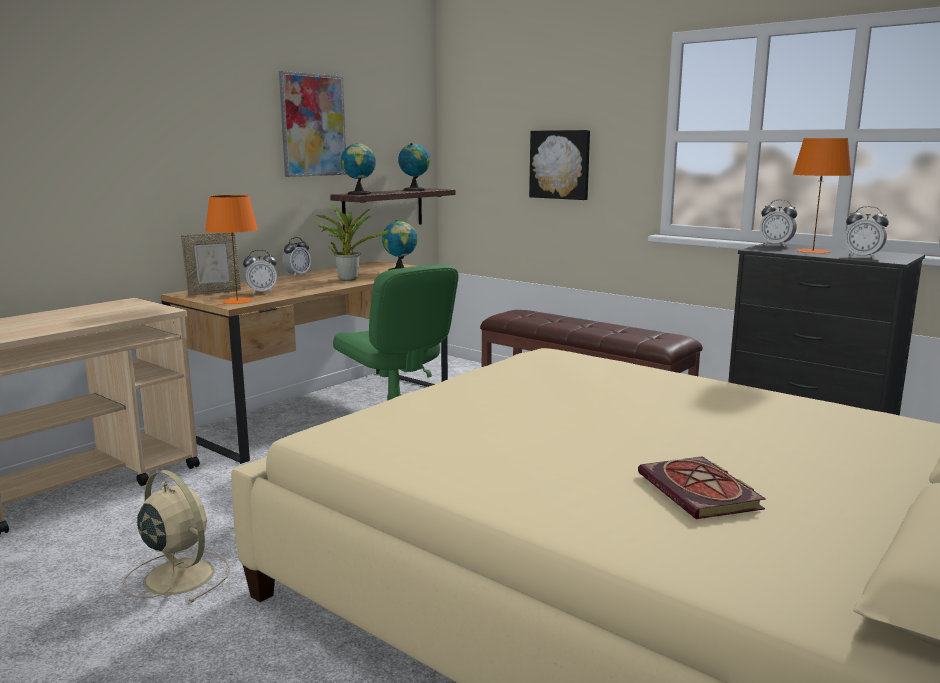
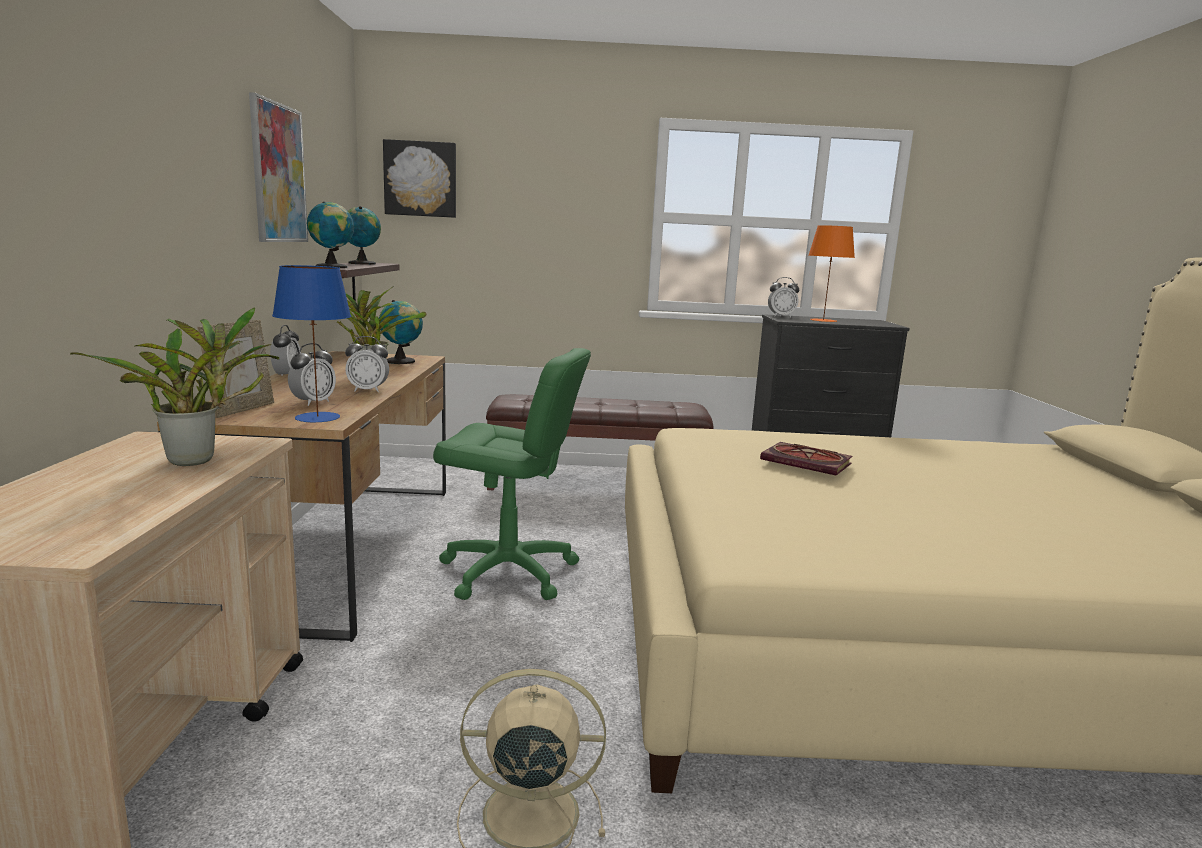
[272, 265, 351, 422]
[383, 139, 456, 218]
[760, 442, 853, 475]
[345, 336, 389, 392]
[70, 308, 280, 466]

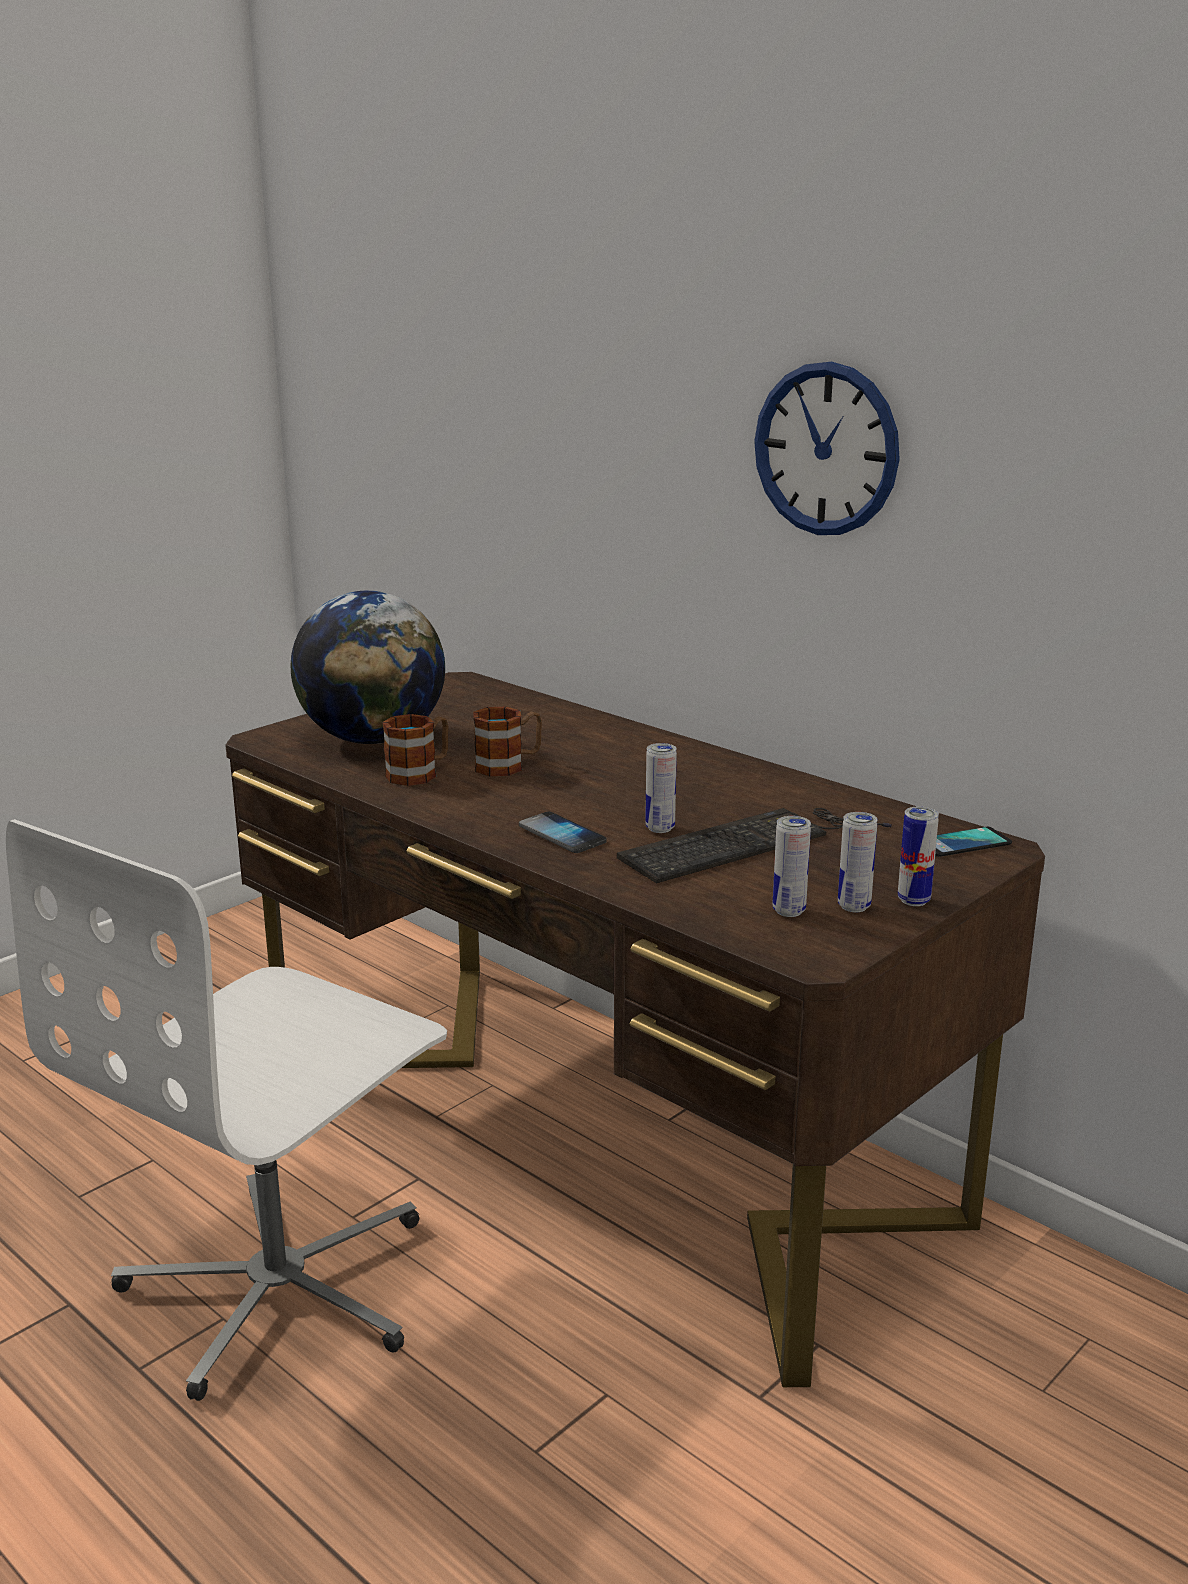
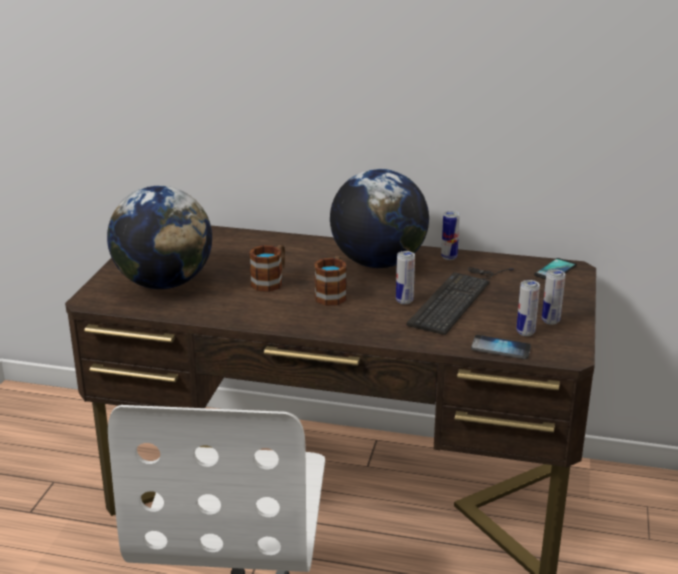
[314, 256, 347, 306]
[471, 335, 531, 359]
[754, 362, 900, 535] (first image)
[441, 211, 460, 260]
[330, 169, 429, 268]

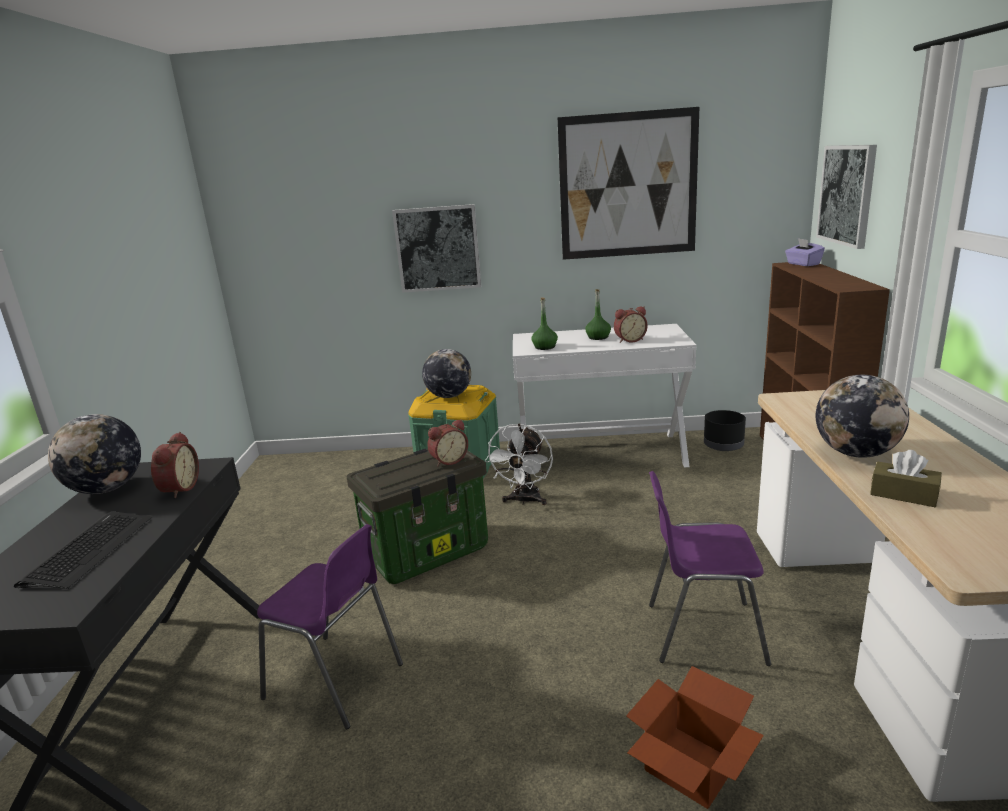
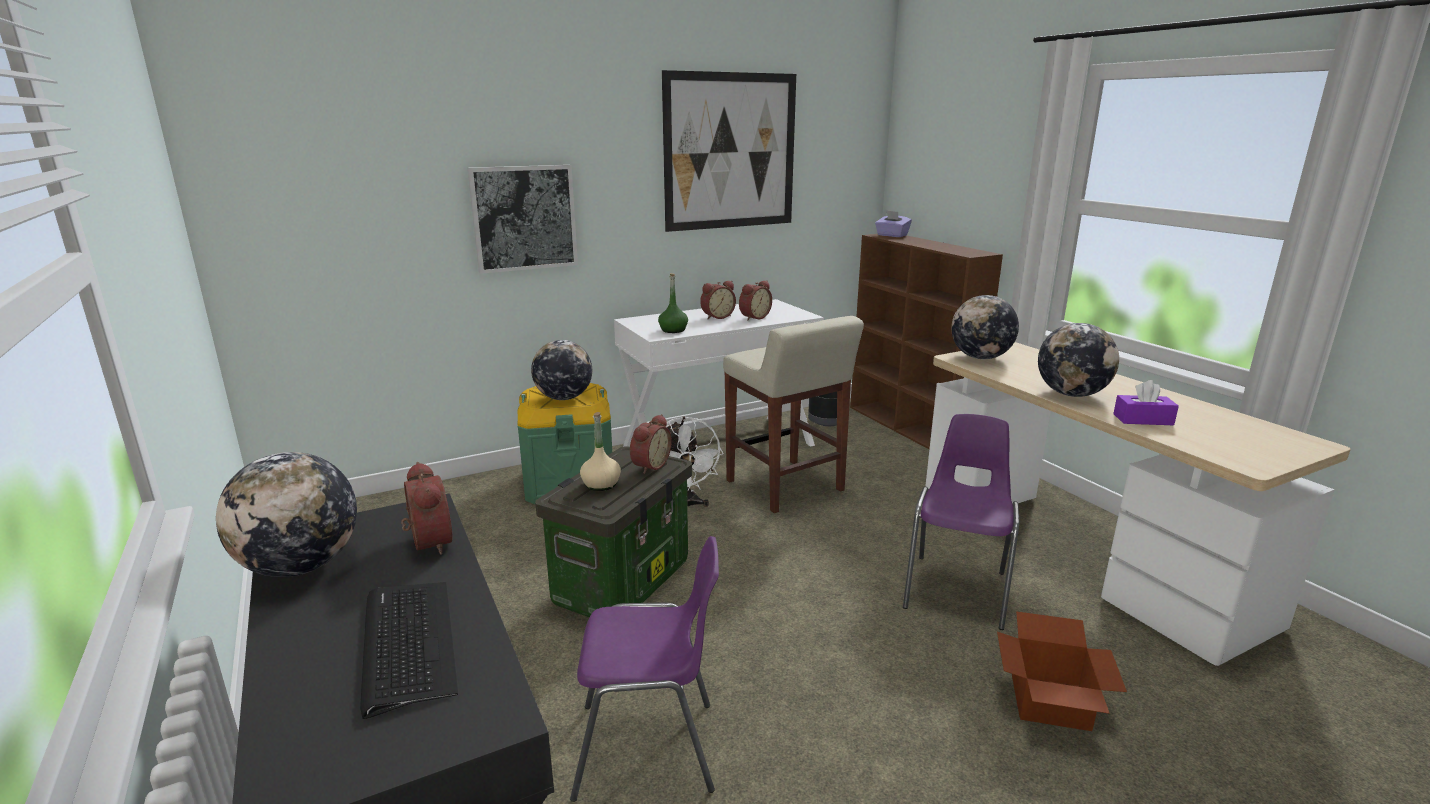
[700, 281, 736, 319]
[903, 414, 1019, 630]
[816, 145, 877, 249] (first image)
[1113, 380, 1179, 425]
[580, 412, 621, 491]
[723, 316, 864, 513]
[951, 295, 1019, 359]

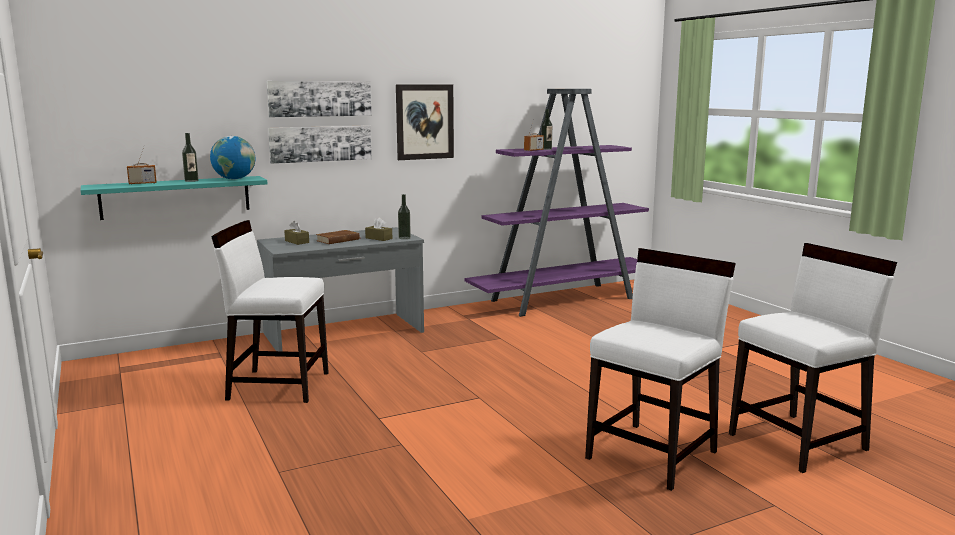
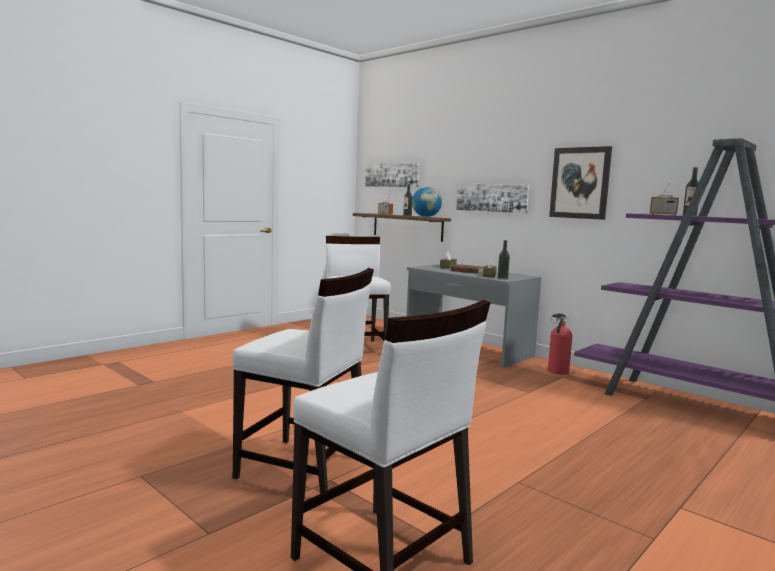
[353, 213, 451, 242]
[365, 162, 420, 187]
[548, 314, 573, 375]

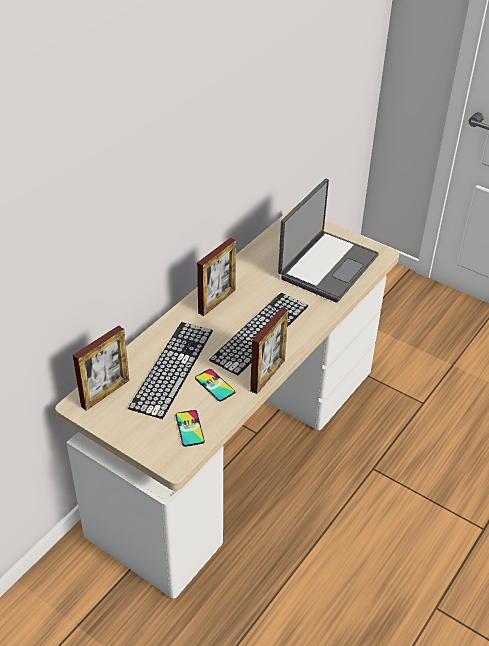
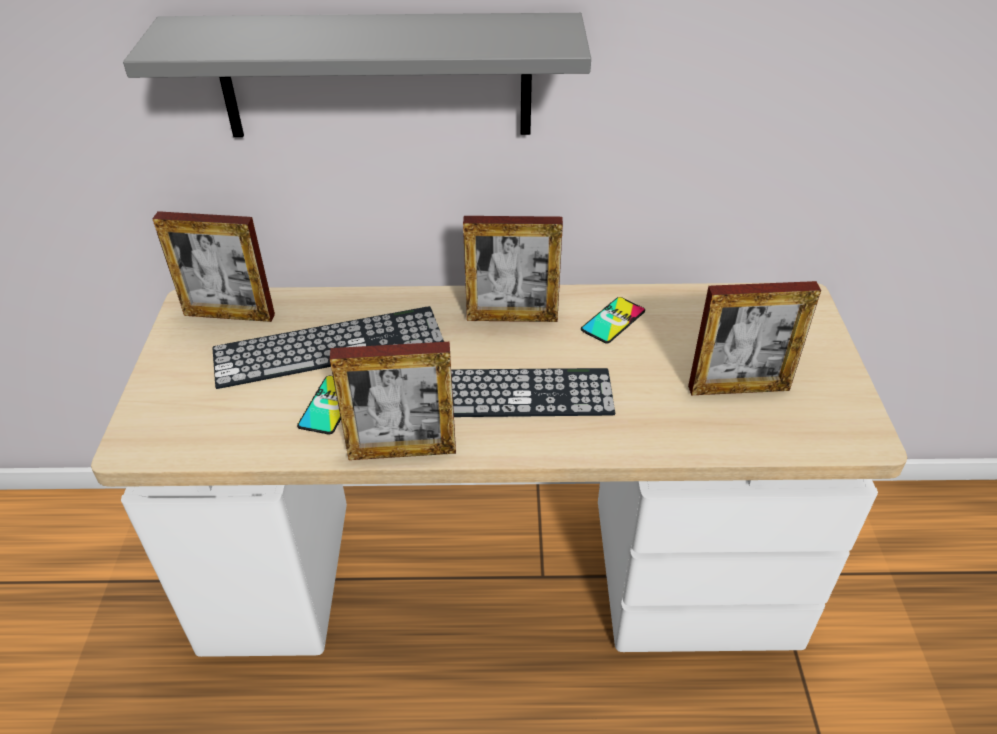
[581, 297, 645, 343]
[688, 281, 821, 395]
[123, 13, 591, 137]

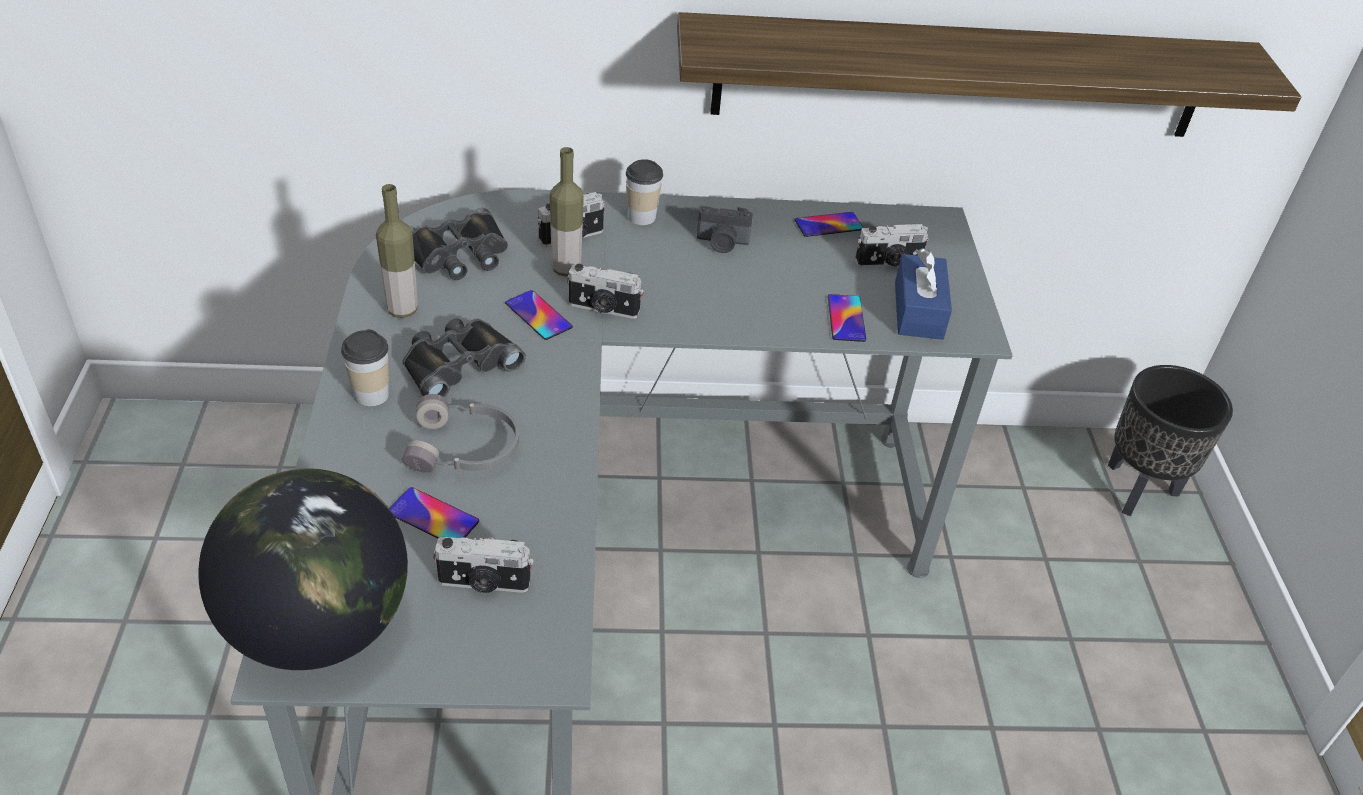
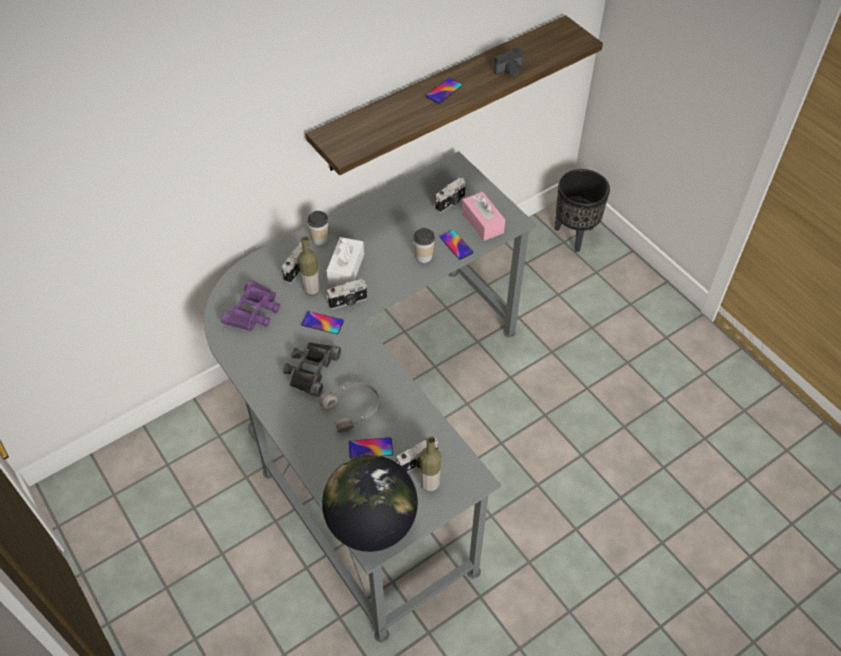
[413, 228, 435, 263]
[420, 436, 441, 492]
[221, 279, 280, 331]
[494, 47, 523, 77]
[426, 78, 462, 104]
[462, 192, 505, 241]
[326, 237, 364, 286]

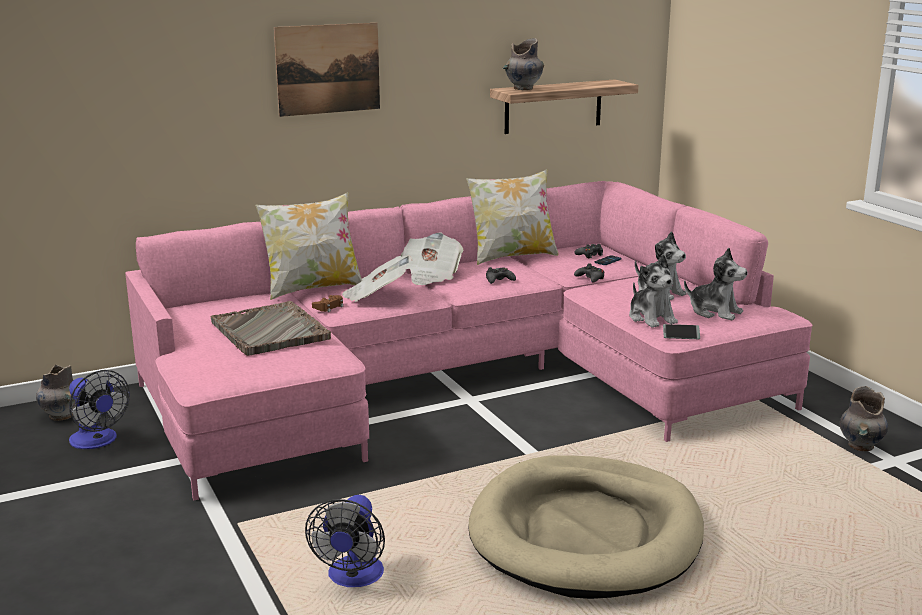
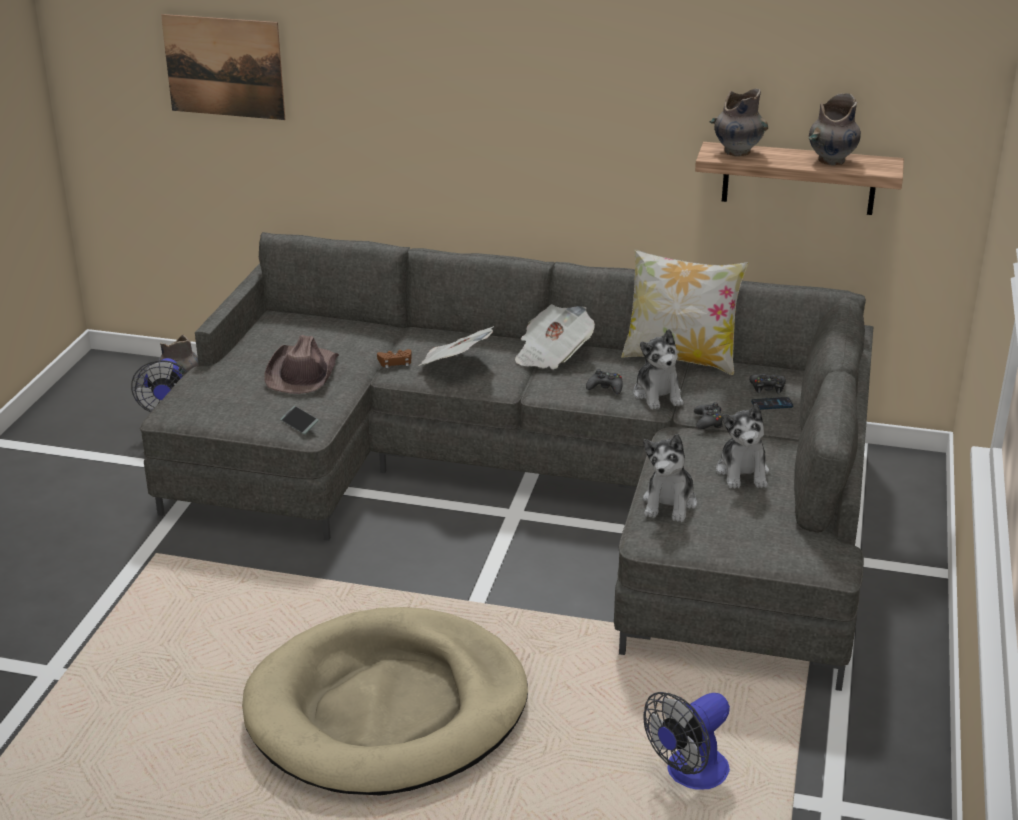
[140, 232, 873, 691]
[264, 335, 339, 394]
[255, 192, 362, 300] (first image)
[161, 14, 285, 120]
[643, 692, 730, 790]
[280, 406, 319, 434]
[633, 329, 684, 410]
[808, 93, 861, 165]

